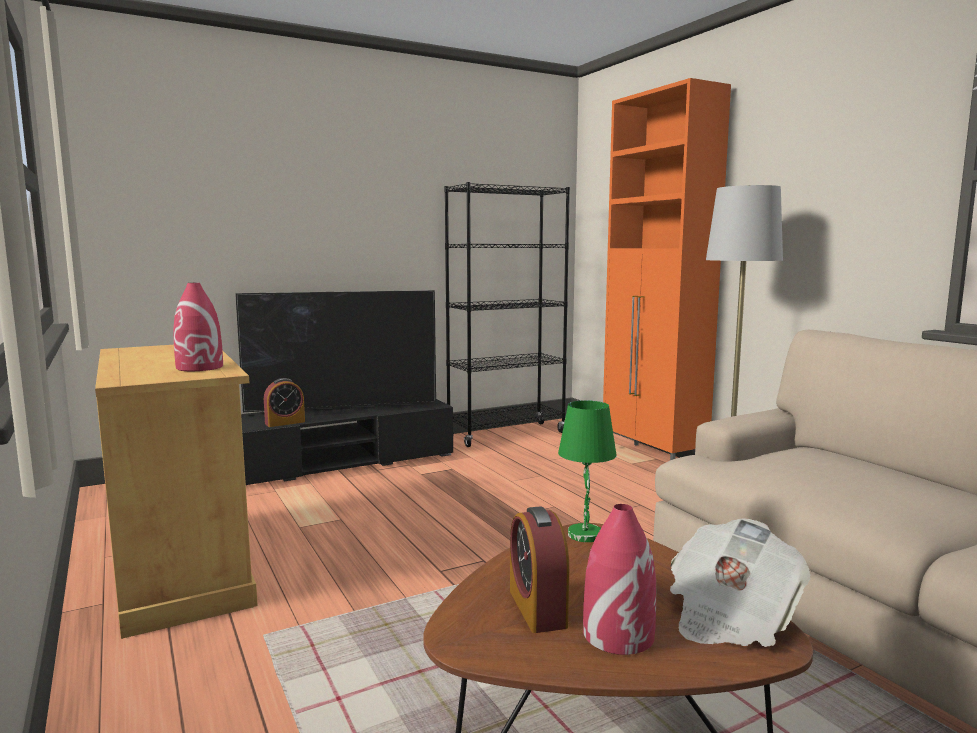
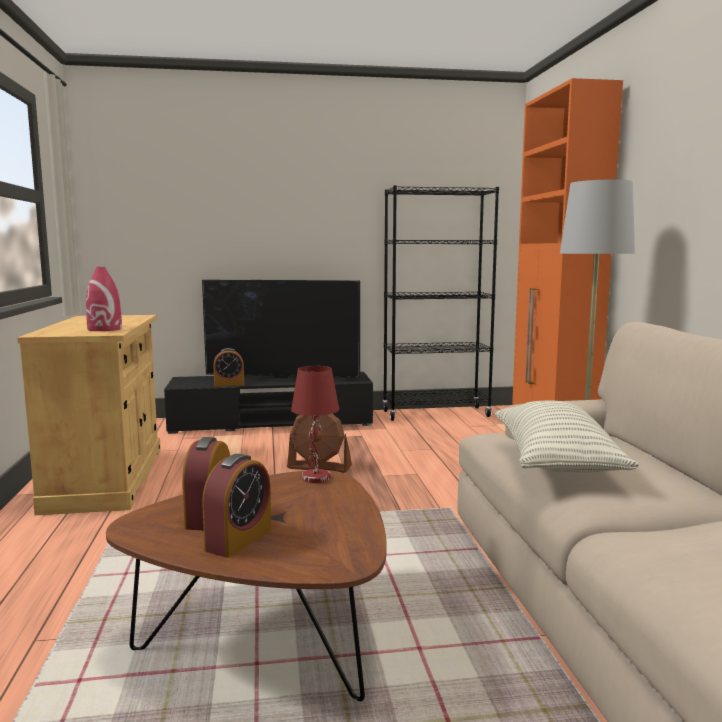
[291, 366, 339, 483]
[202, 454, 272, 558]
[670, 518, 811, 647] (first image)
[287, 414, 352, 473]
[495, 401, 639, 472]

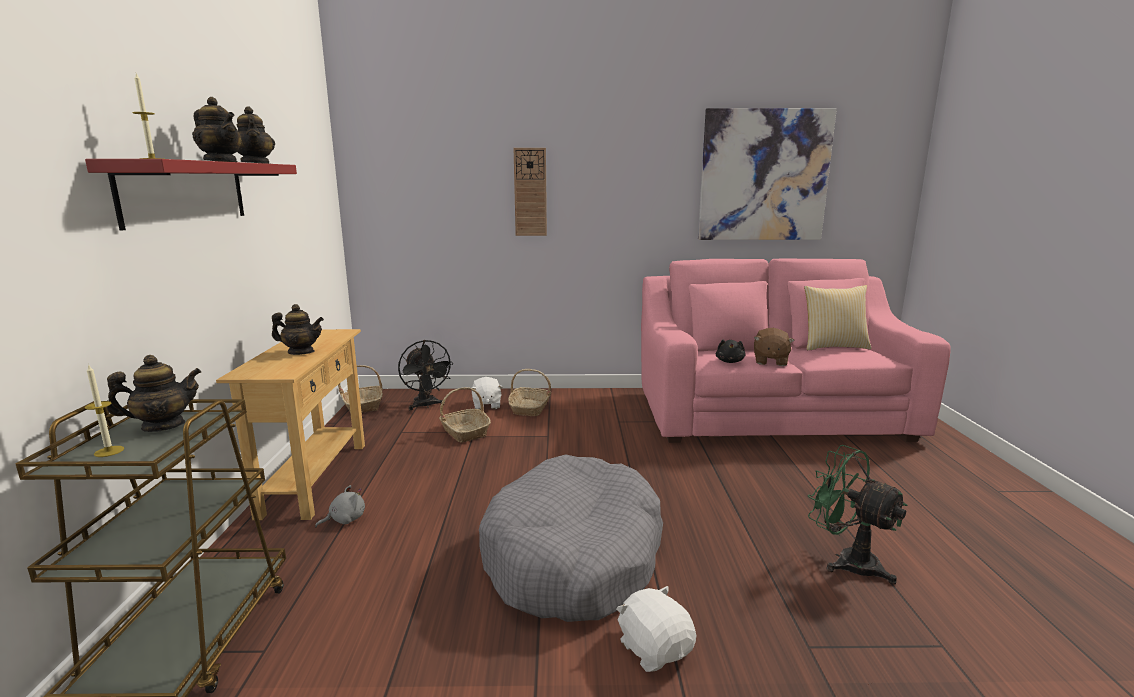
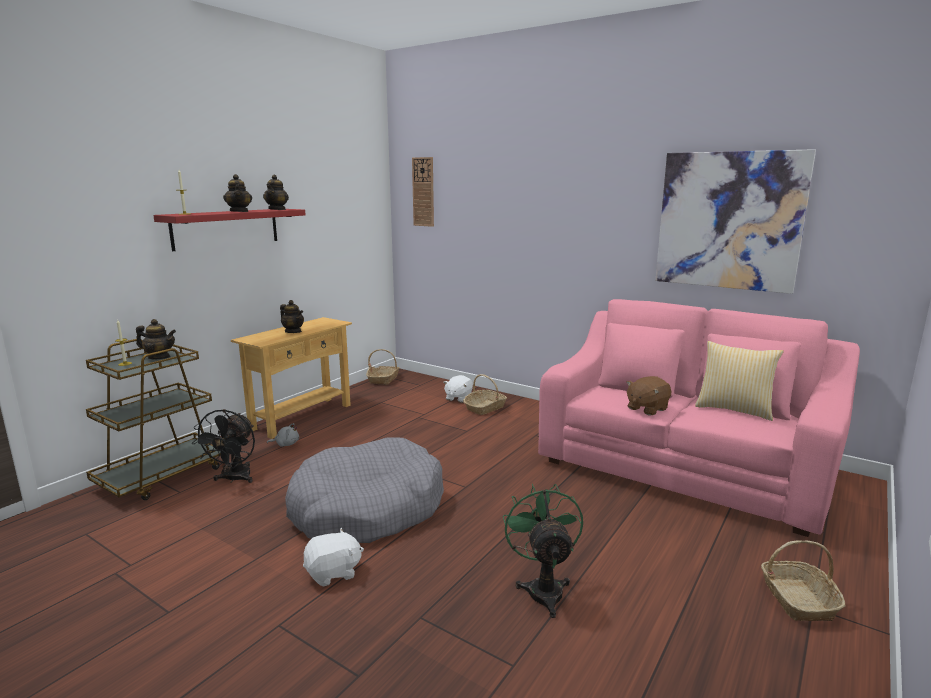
[192, 409, 255, 483]
[761, 540, 846, 621]
[412, 157, 434, 227]
[303, 528, 364, 587]
[716, 339, 746, 363] (first image)

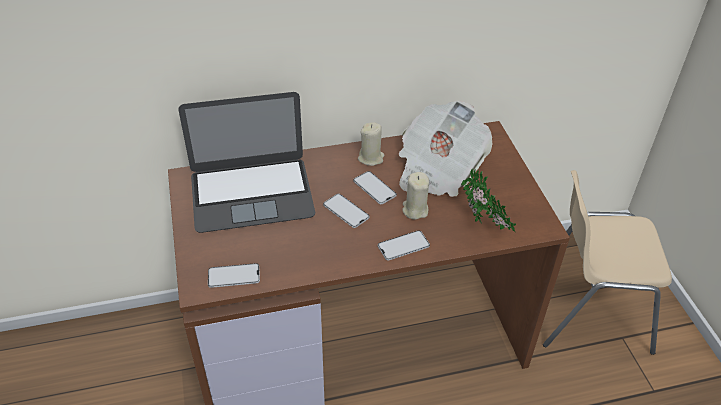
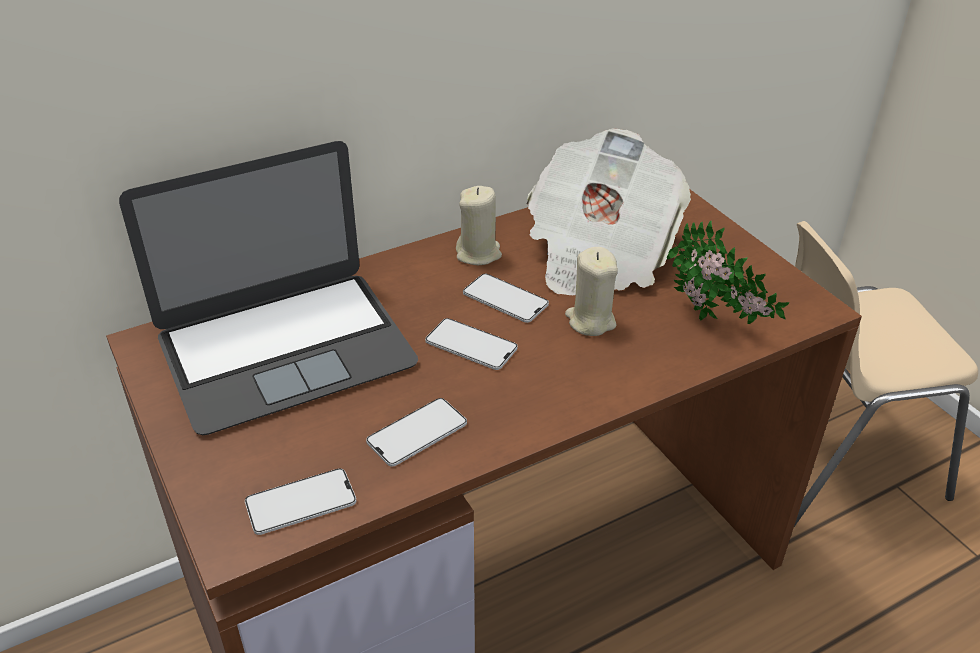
[366, 398, 467, 467]

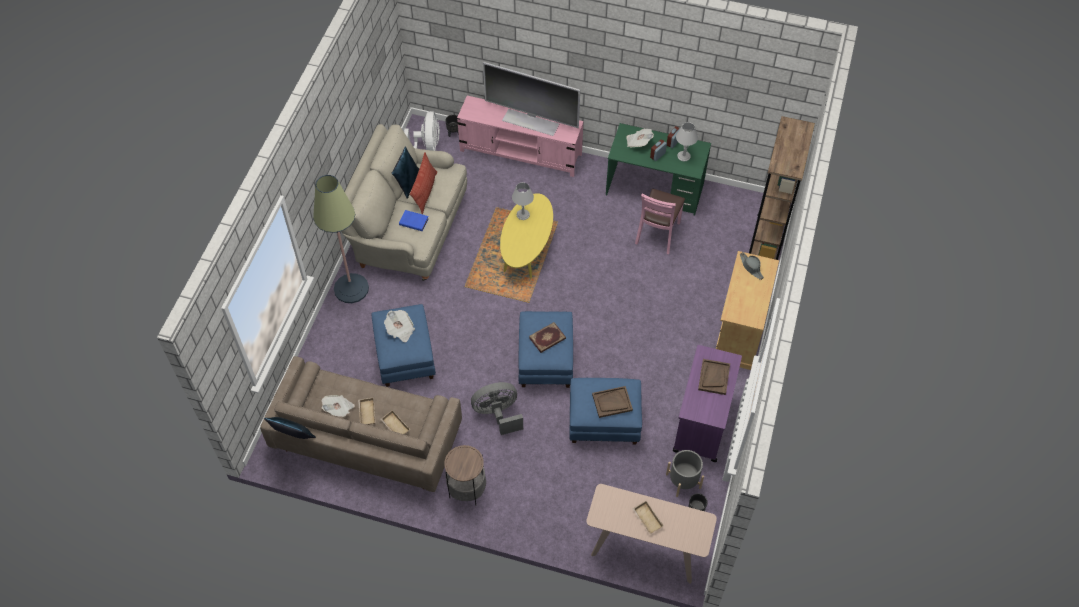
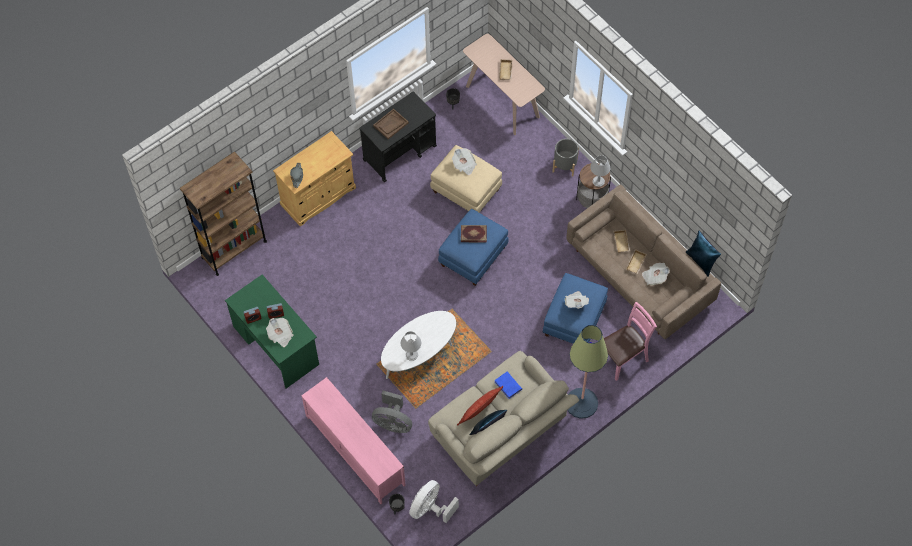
[372, 390, 412, 433]
[483, 62, 580, 136] (first image)
[381, 311, 456, 379]
[430, 145, 502, 212]
[452, 148, 477, 175]
[604, 302, 657, 381]
[552, 138, 579, 177]
[360, 91, 437, 182]
[590, 155, 610, 187]

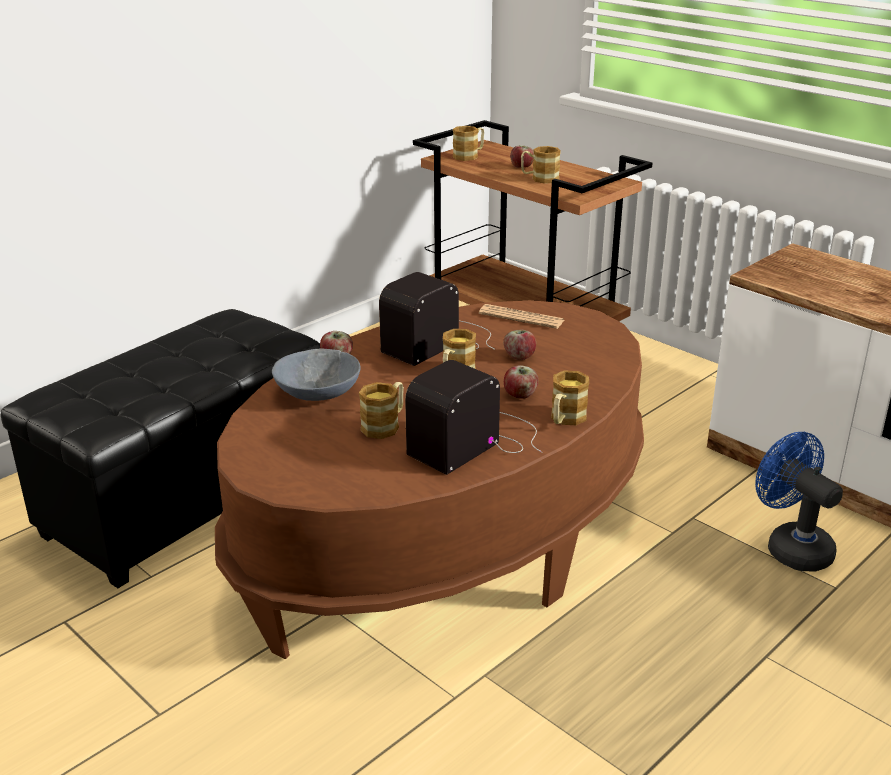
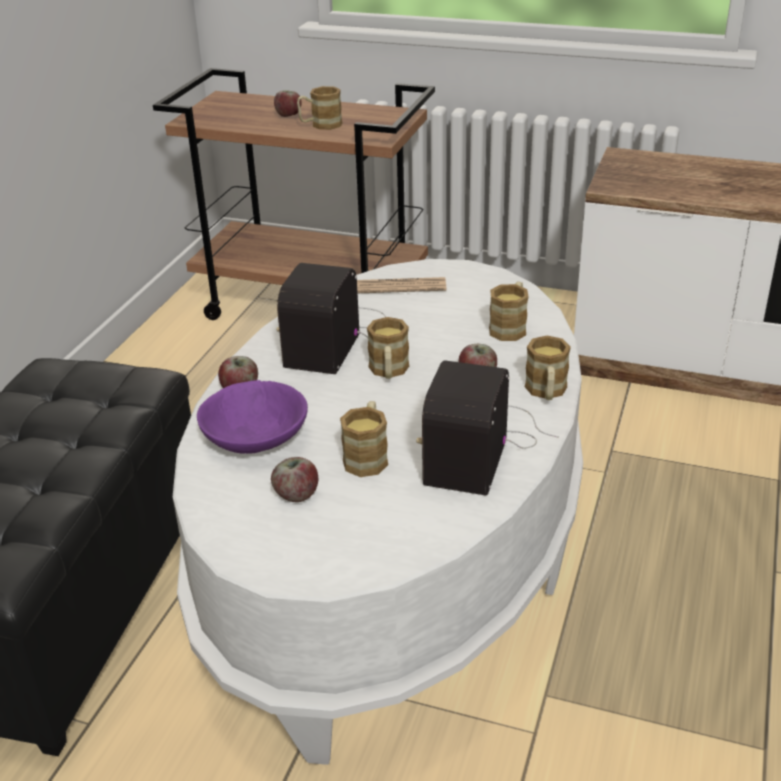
[173, 259, 583, 765]
[197, 380, 308, 454]
[489, 282, 528, 341]
[271, 457, 318, 502]
[755, 432, 843, 571] (first image)

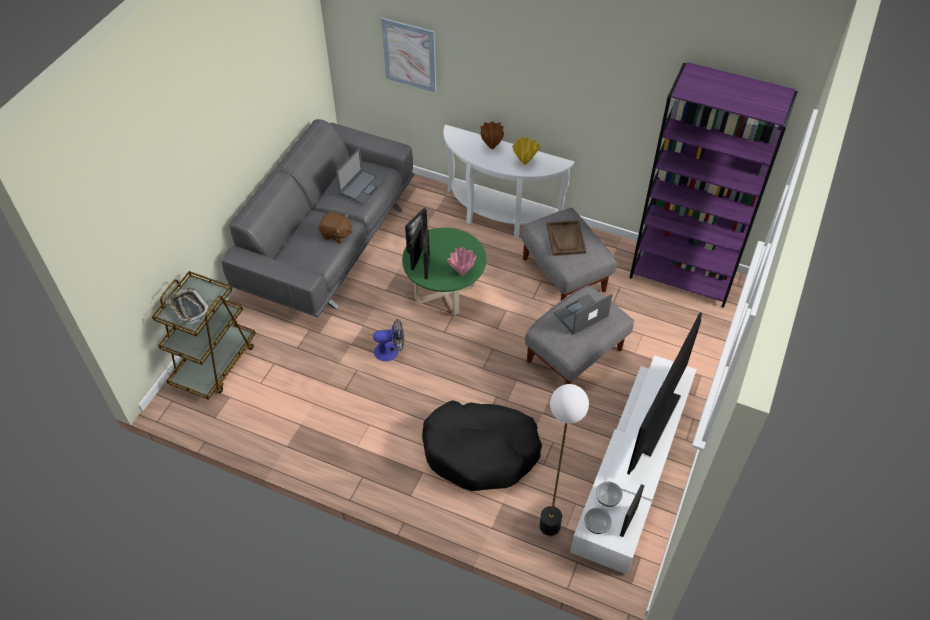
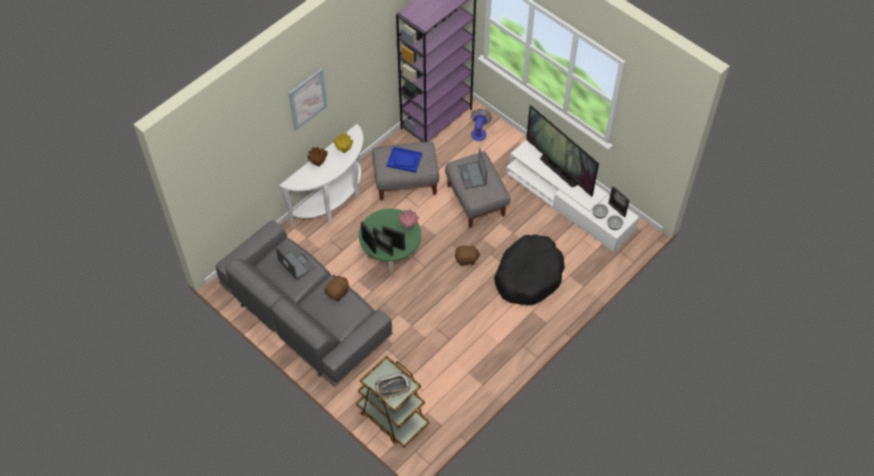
[471, 109, 492, 141]
[288, 68, 327, 131]
[539, 384, 589, 536] (first image)
[387, 147, 422, 173]
[455, 243, 480, 266]

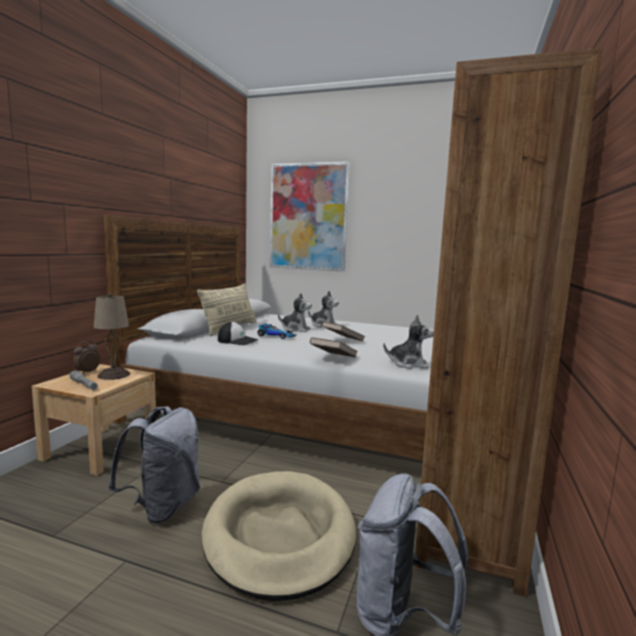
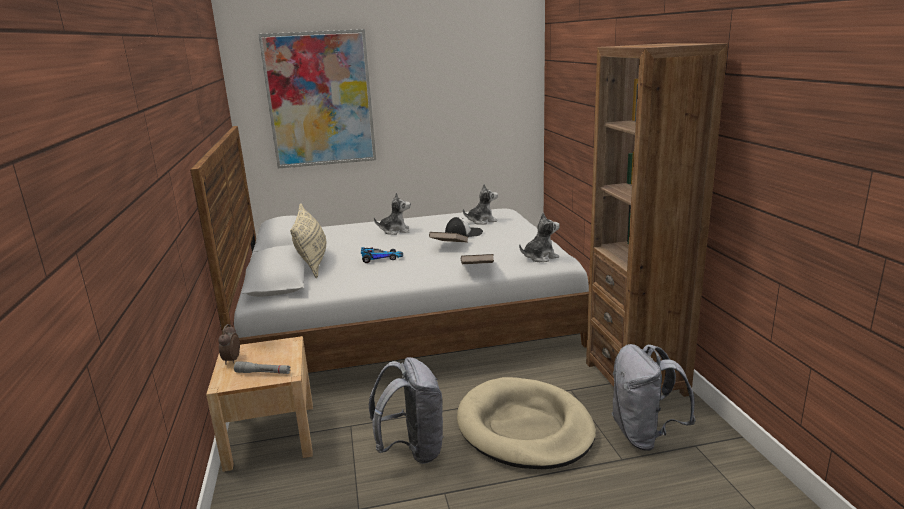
[94, 294, 130, 380] (first image)
[445, 217, 483, 237]
[463, 184, 498, 225]

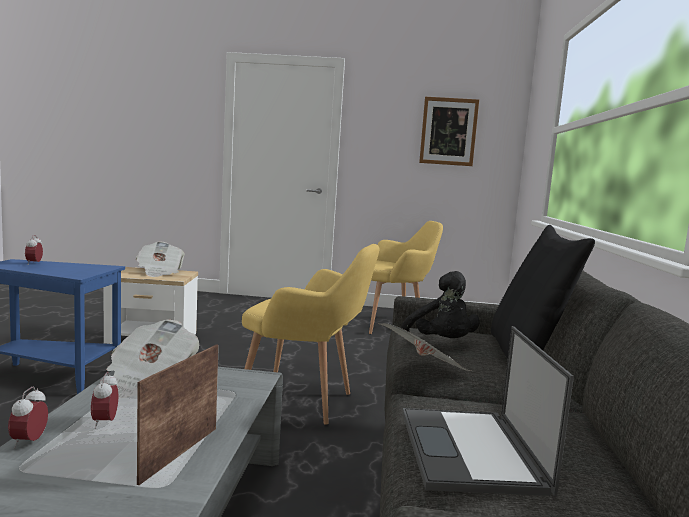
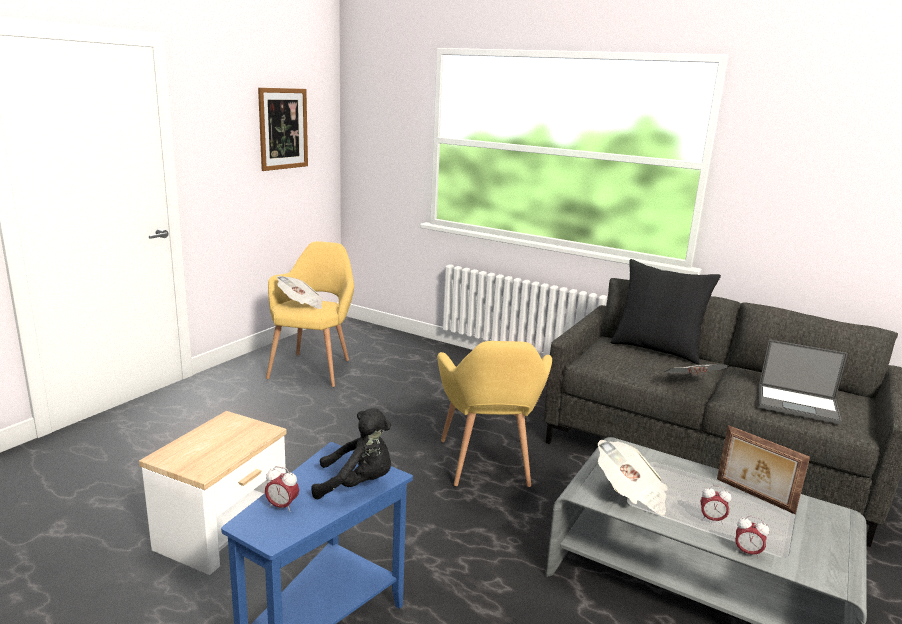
[277, 276, 323, 309]
[437, 341, 552, 487]
[312, 408, 391, 500]

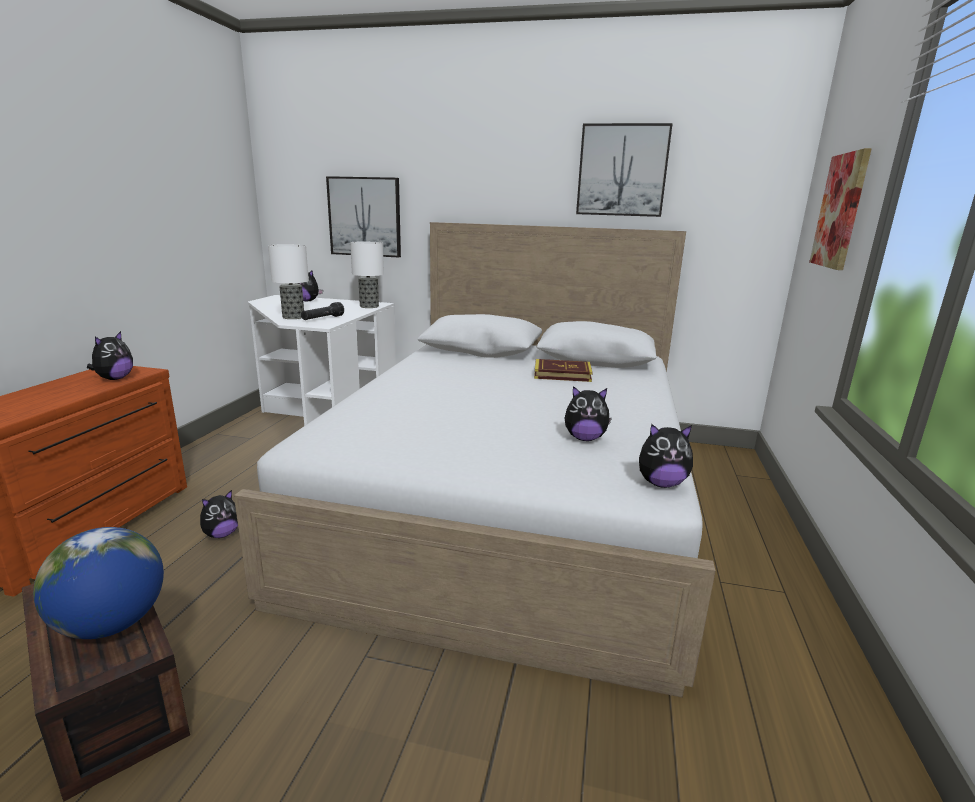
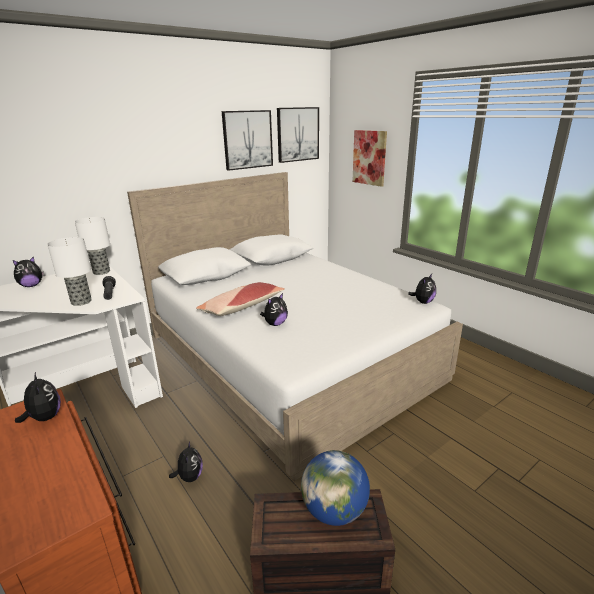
[277, 107, 319, 163]
[534, 359, 593, 382] (first image)
[260, 293, 288, 326]
[196, 282, 284, 316]

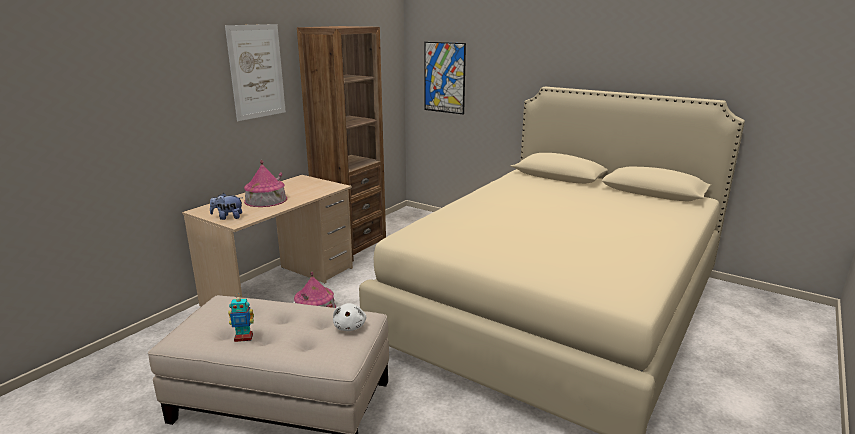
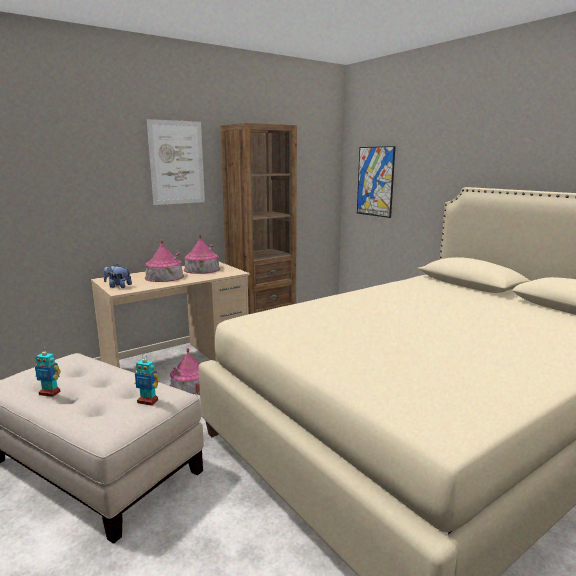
[134, 354, 160, 406]
[184, 234, 220, 274]

